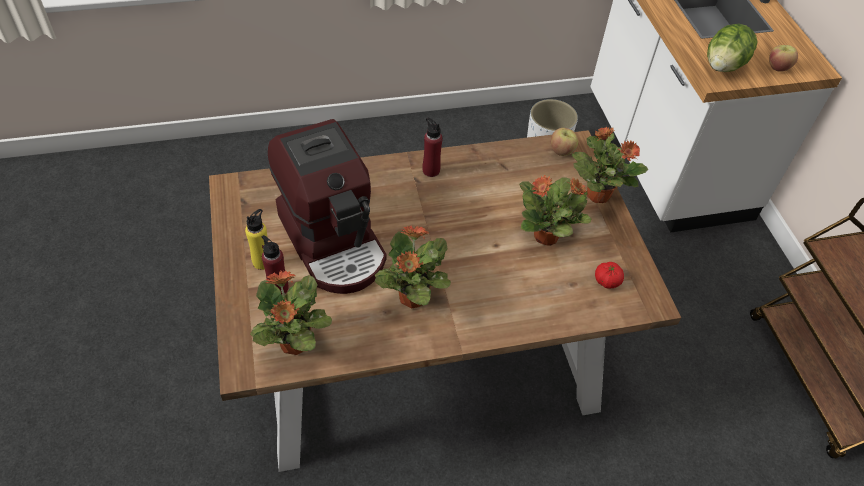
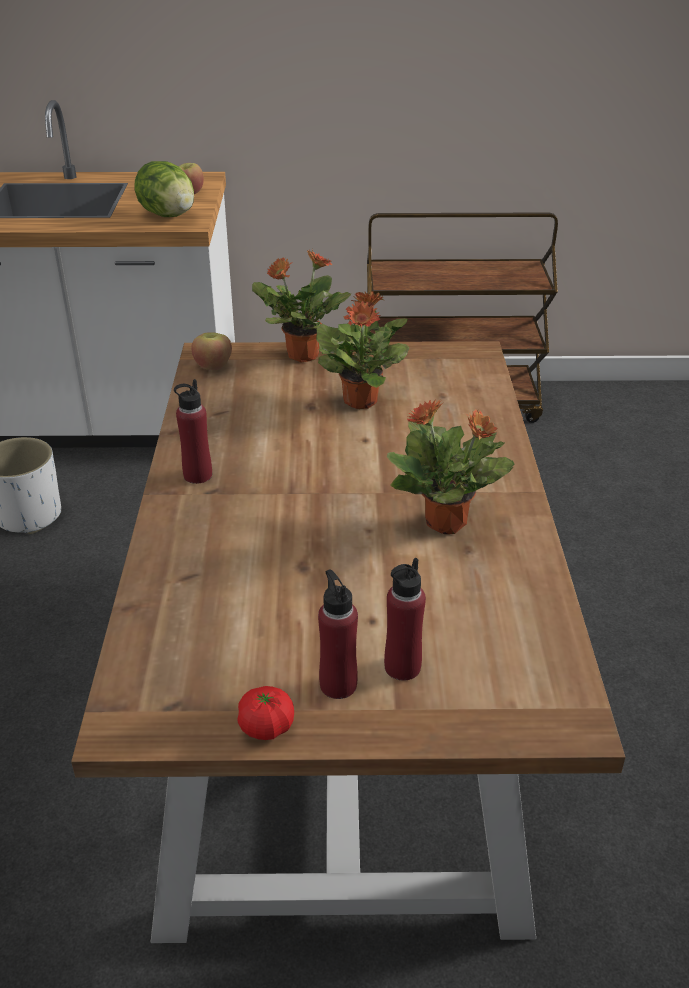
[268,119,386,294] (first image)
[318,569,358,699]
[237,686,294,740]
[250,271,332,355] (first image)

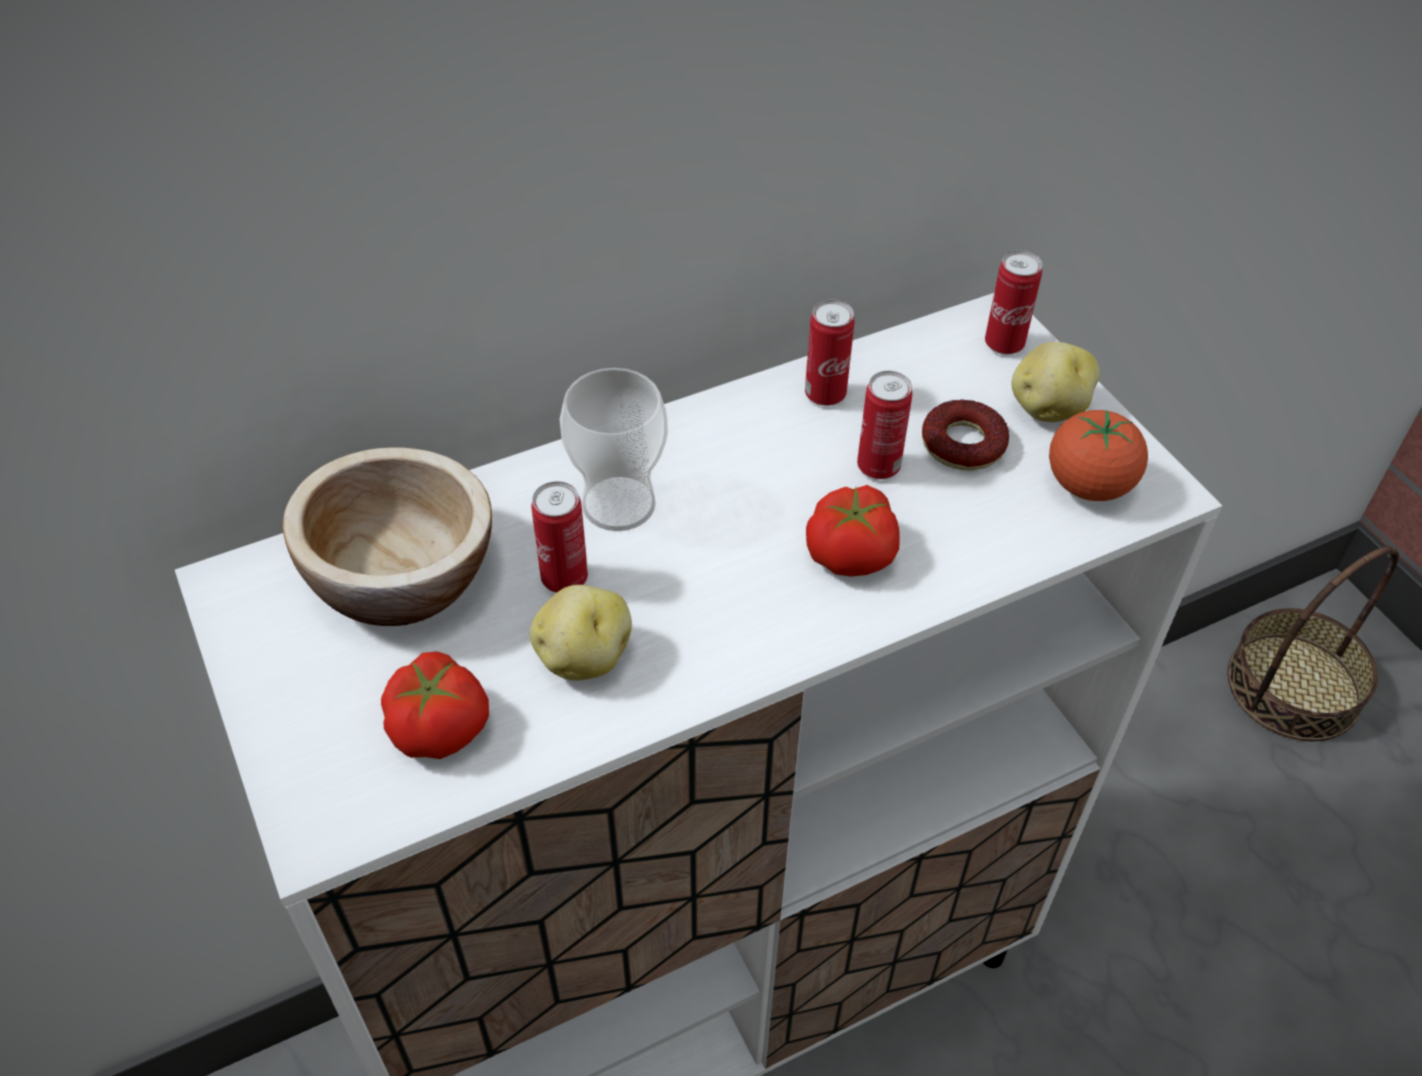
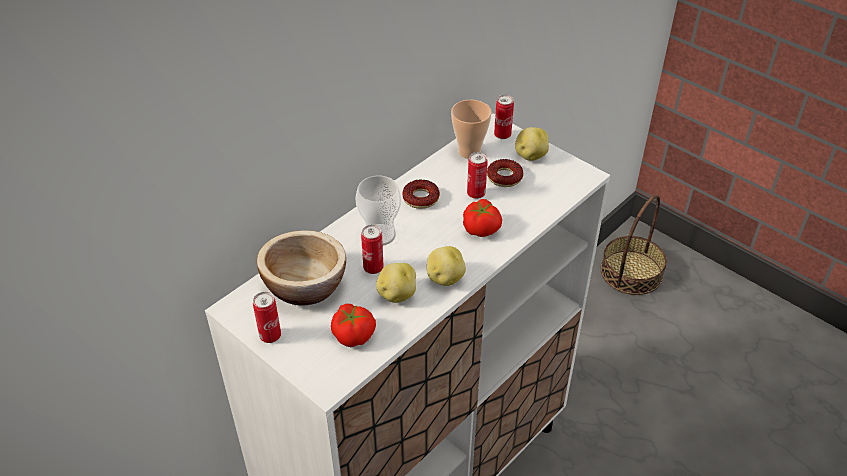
[253,292,281,343]
[1049,410,1148,501] (first image)
[451,100,492,159]
[402,179,440,209]
[427,246,466,286]

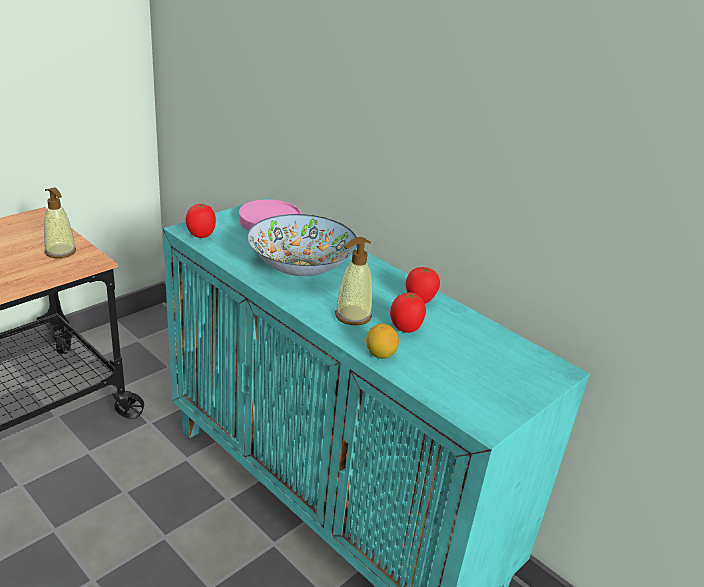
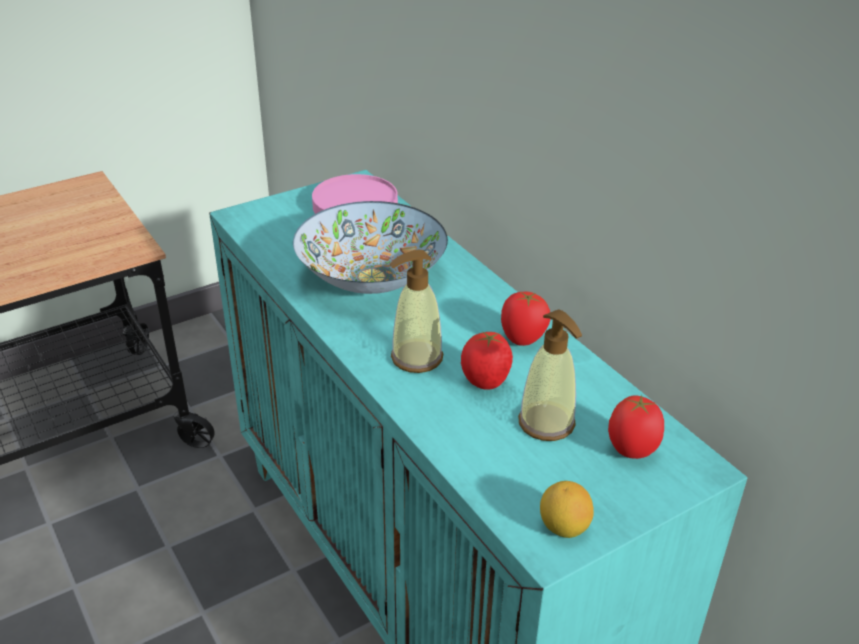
[518,309,582,441]
[608,395,664,459]
[540,481,594,538]

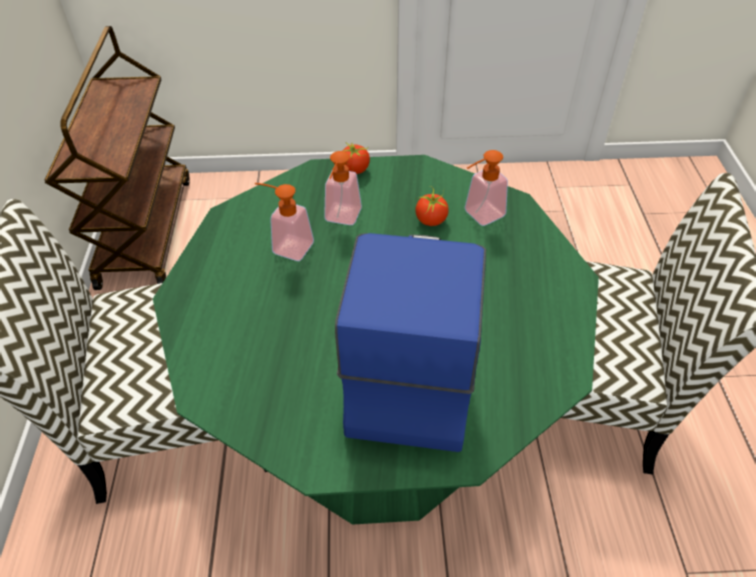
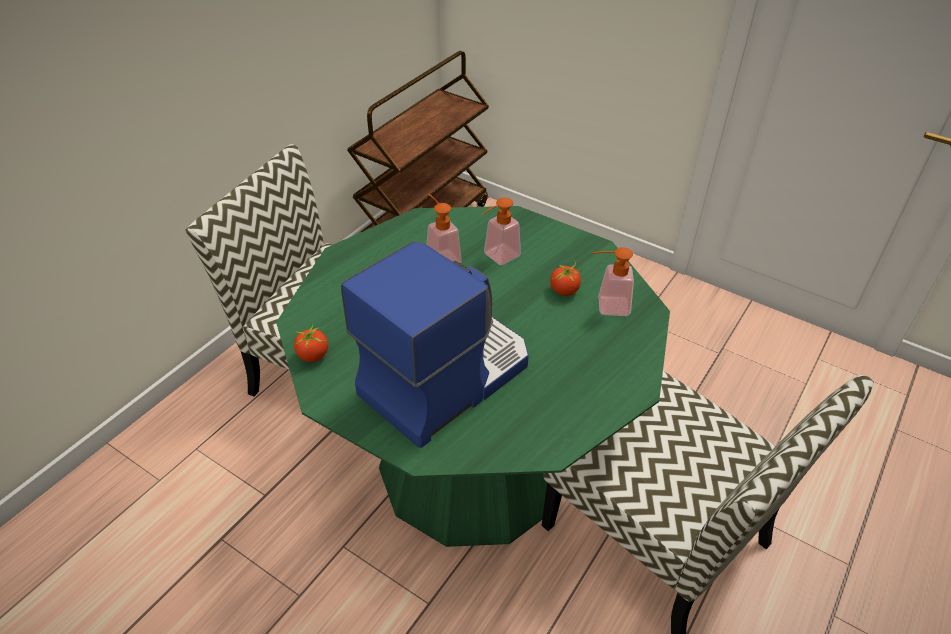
[294,325,328,362]

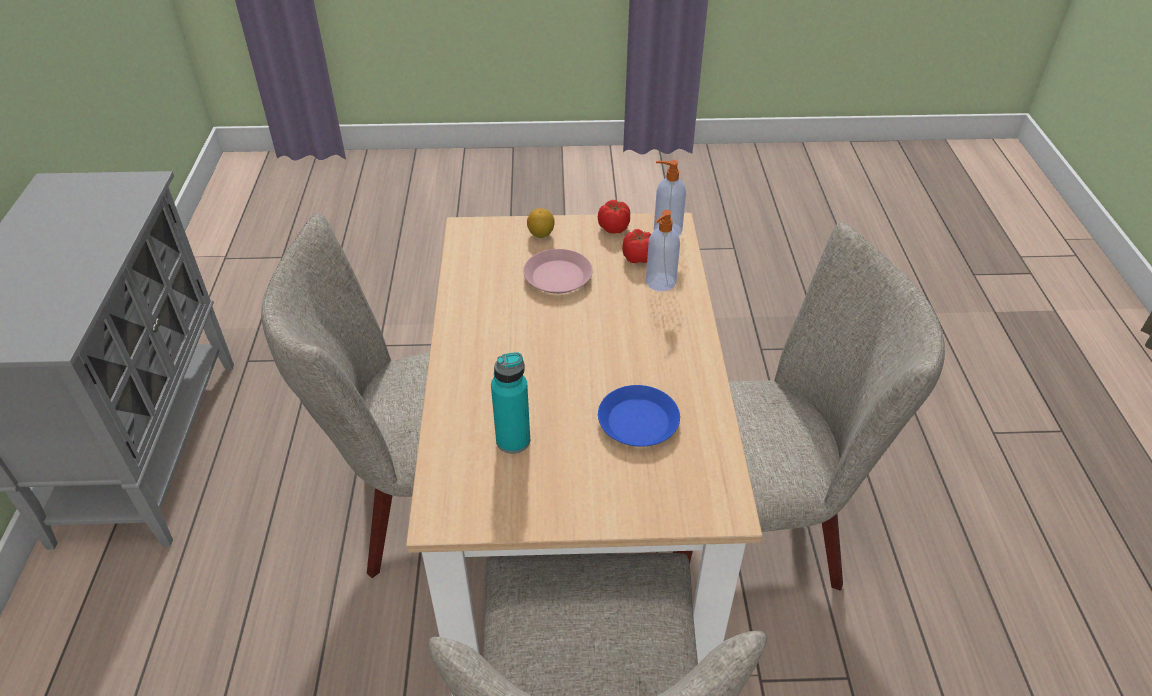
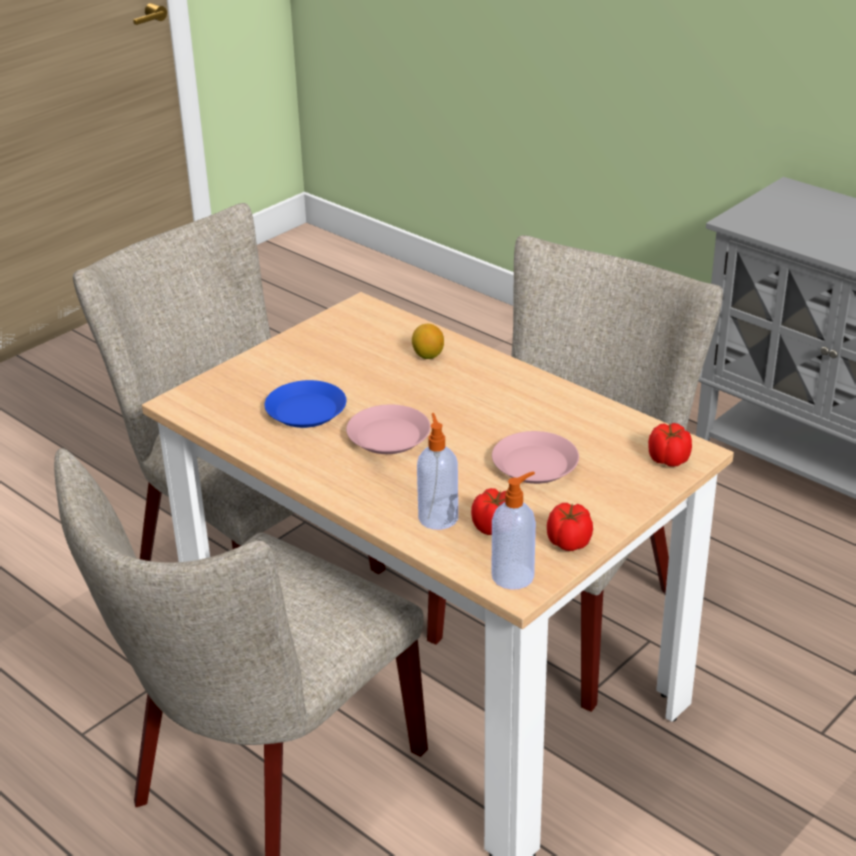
[412,324,444,359]
[491,352,530,454] (first image)
[346,405,431,454]
[648,423,692,467]

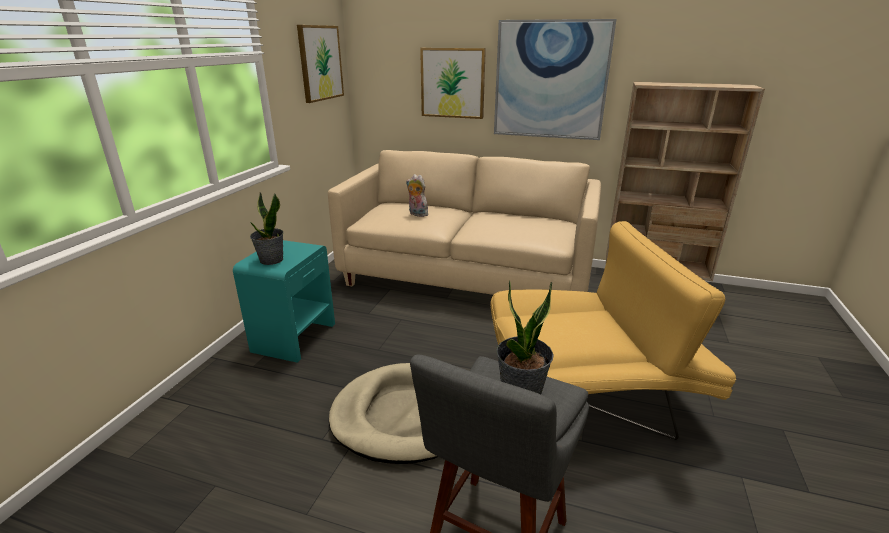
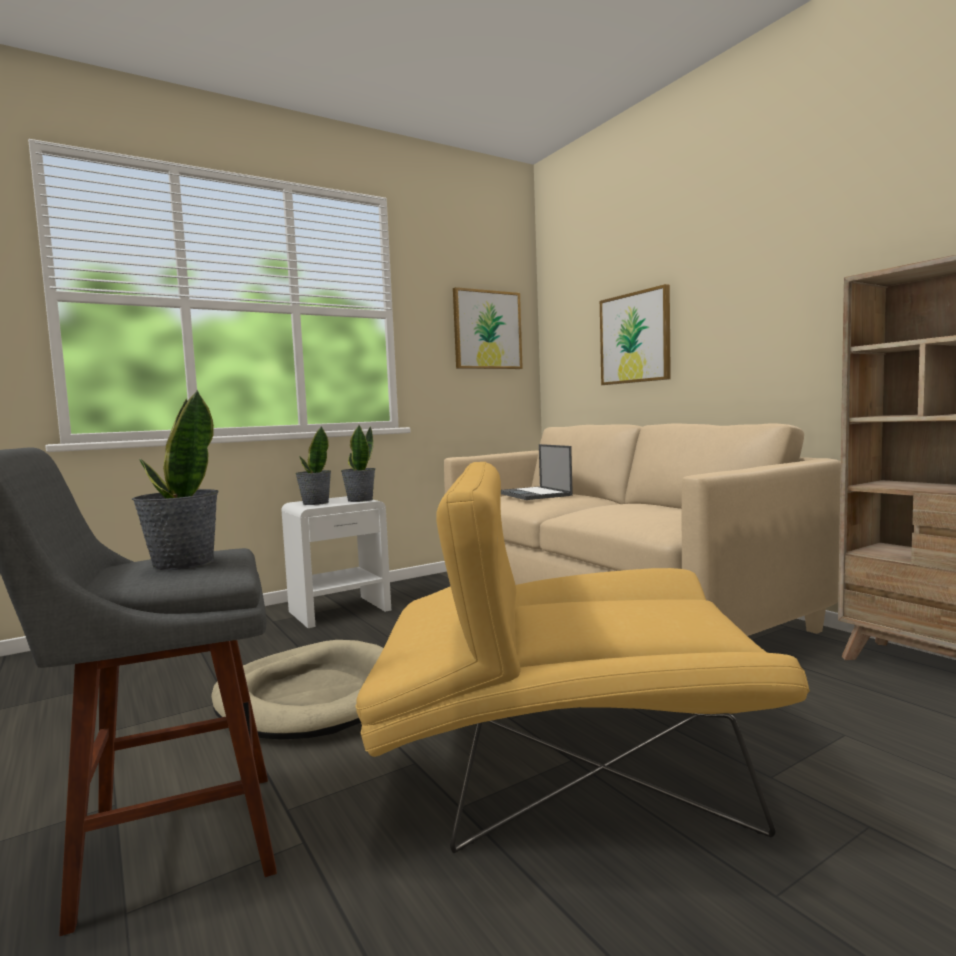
[494,19,616,140] (first image)
[501,444,573,500]
[356,461,810,853]
[281,496,391,628]
[341,425,376,502]

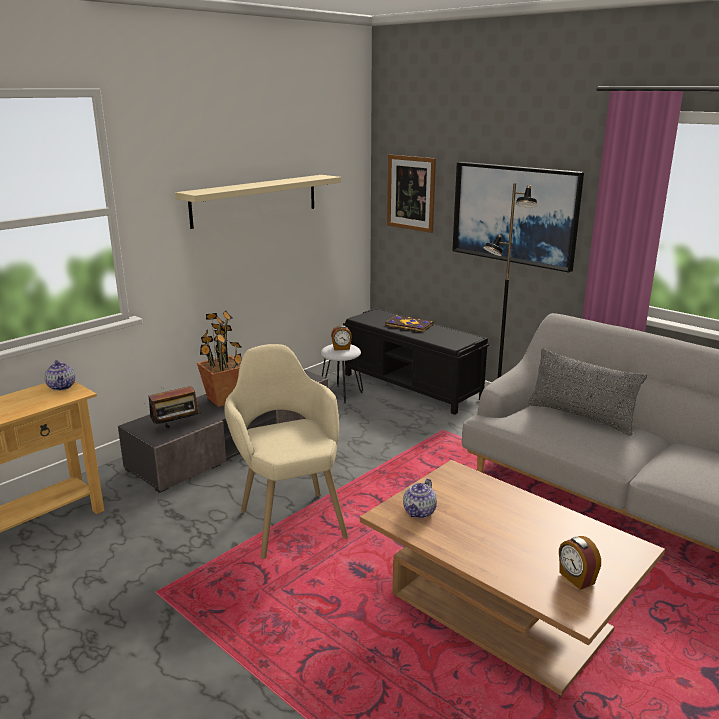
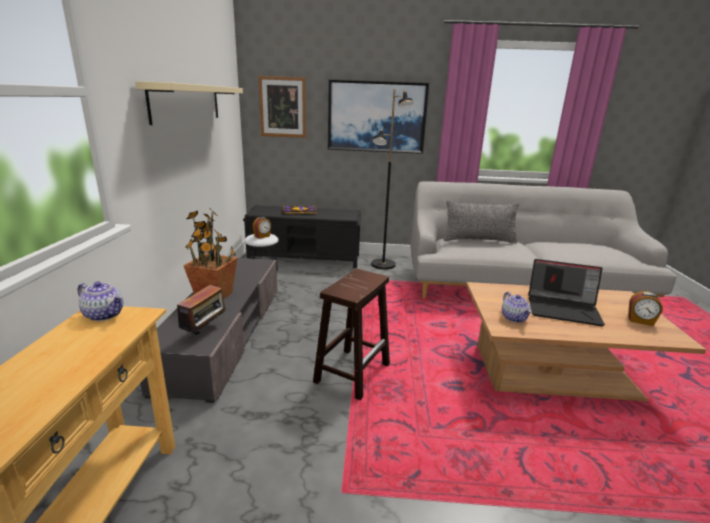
[313,269,390,400]
[528,259,605,326]

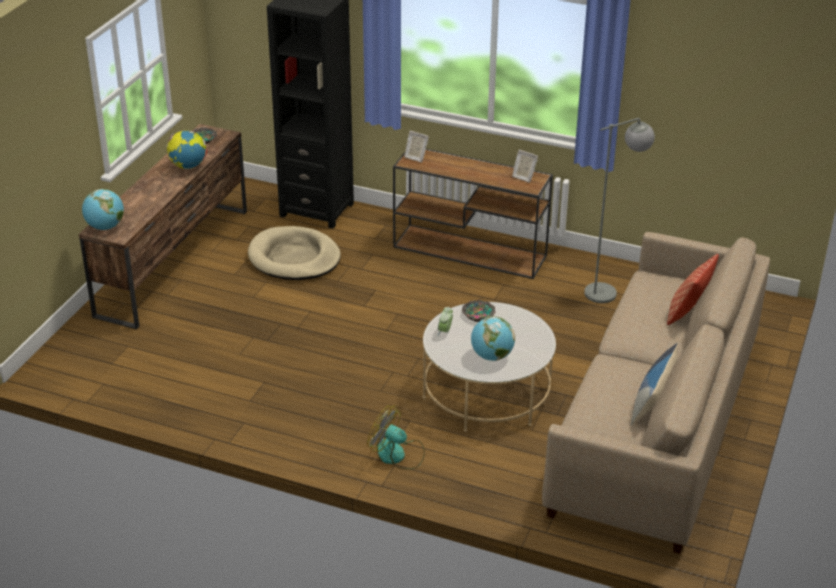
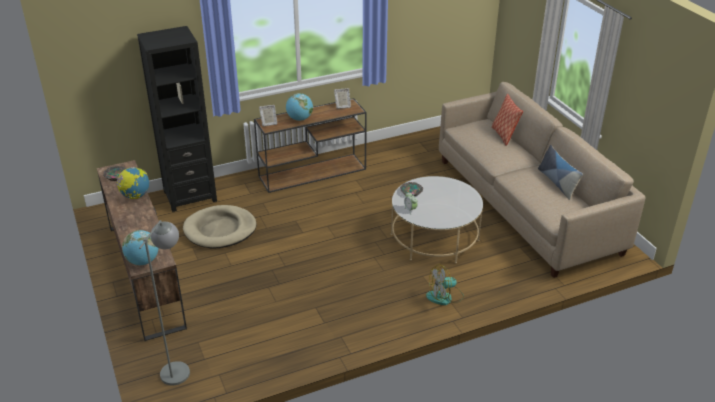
[139,220,190,385]
[286,93,313,121]

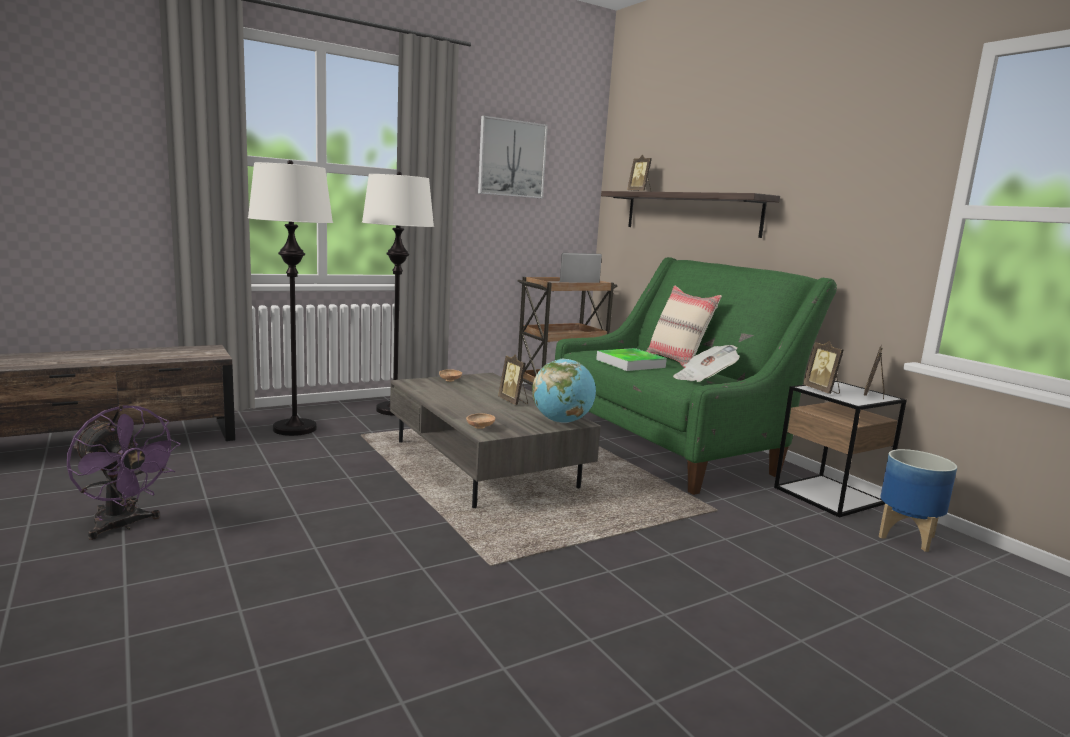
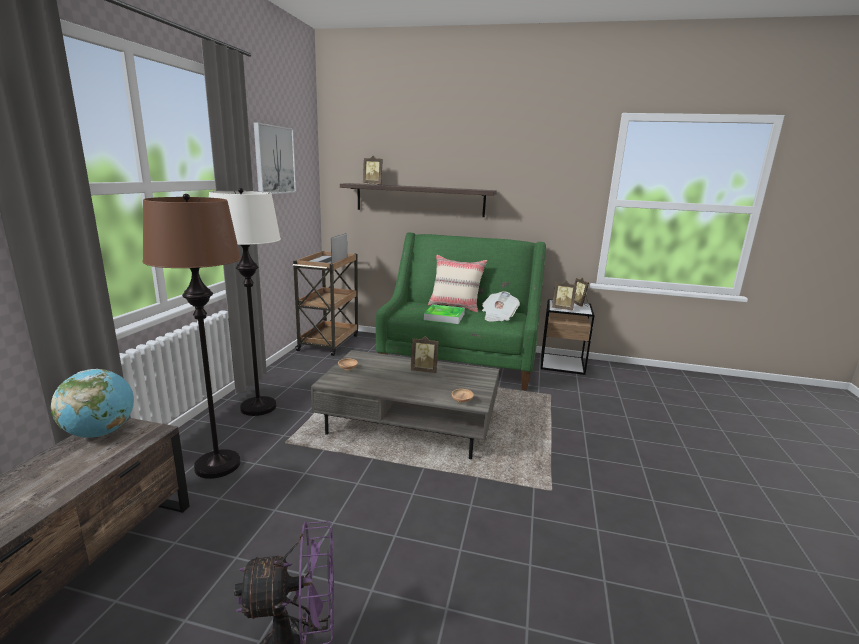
[142,194,241,479]
[51,369,134,438]
[879,449,957,552] (first image)

